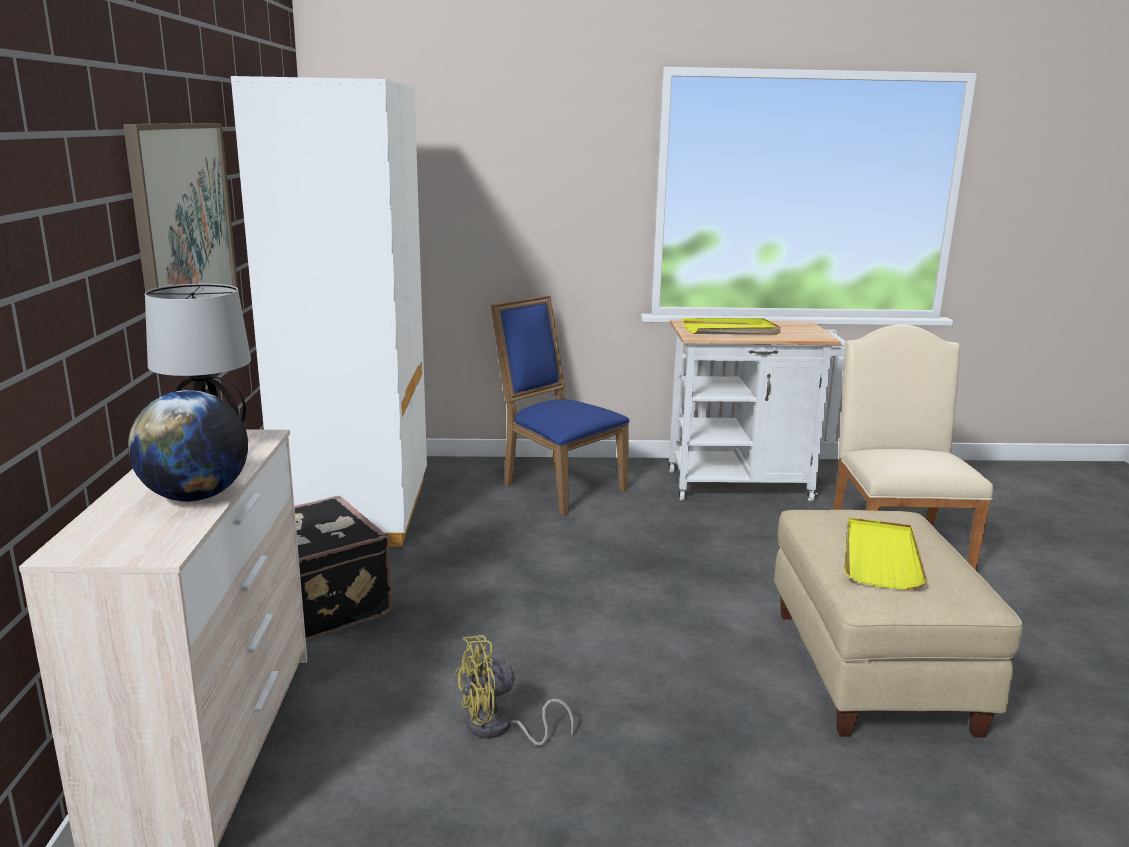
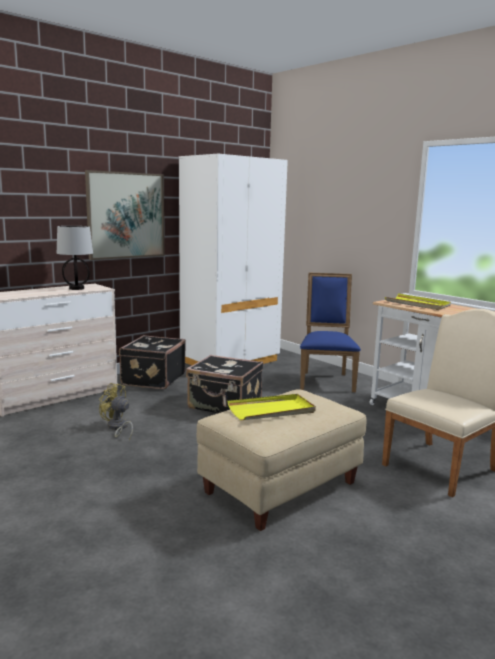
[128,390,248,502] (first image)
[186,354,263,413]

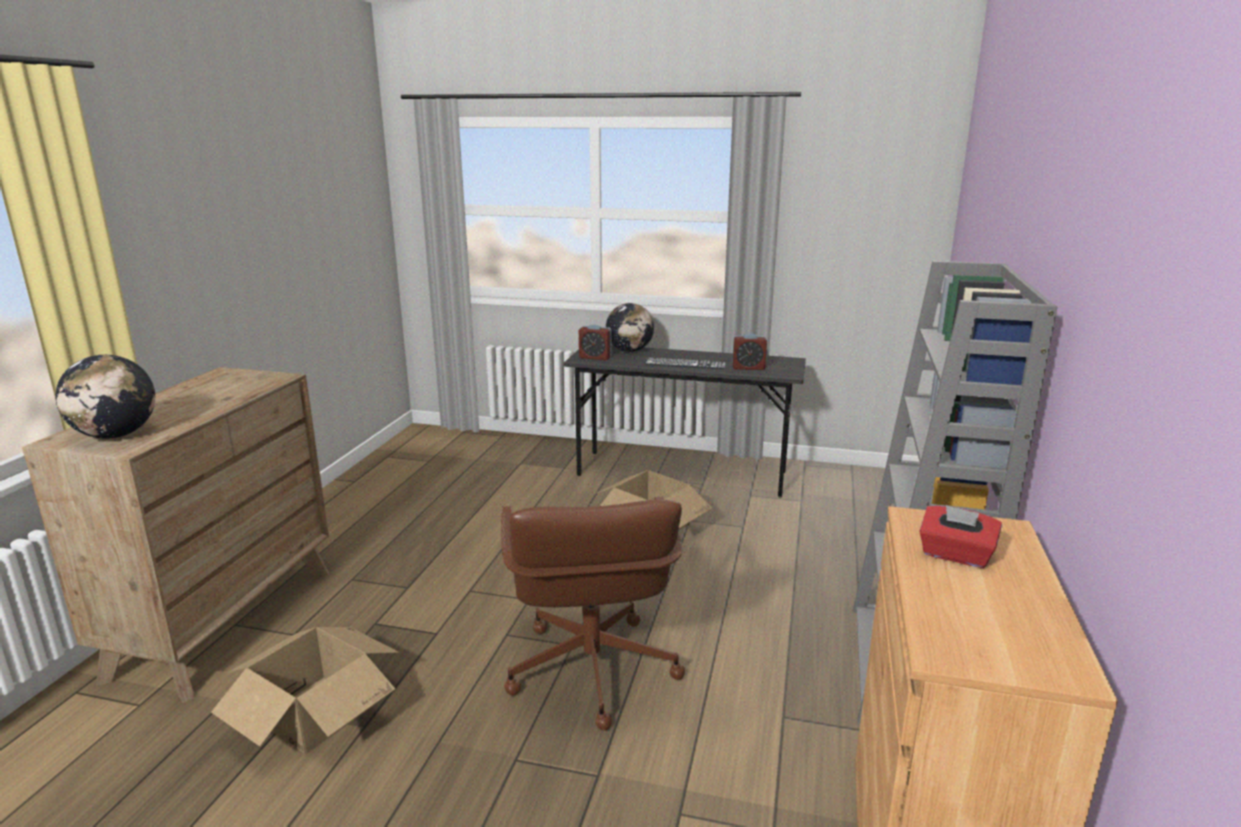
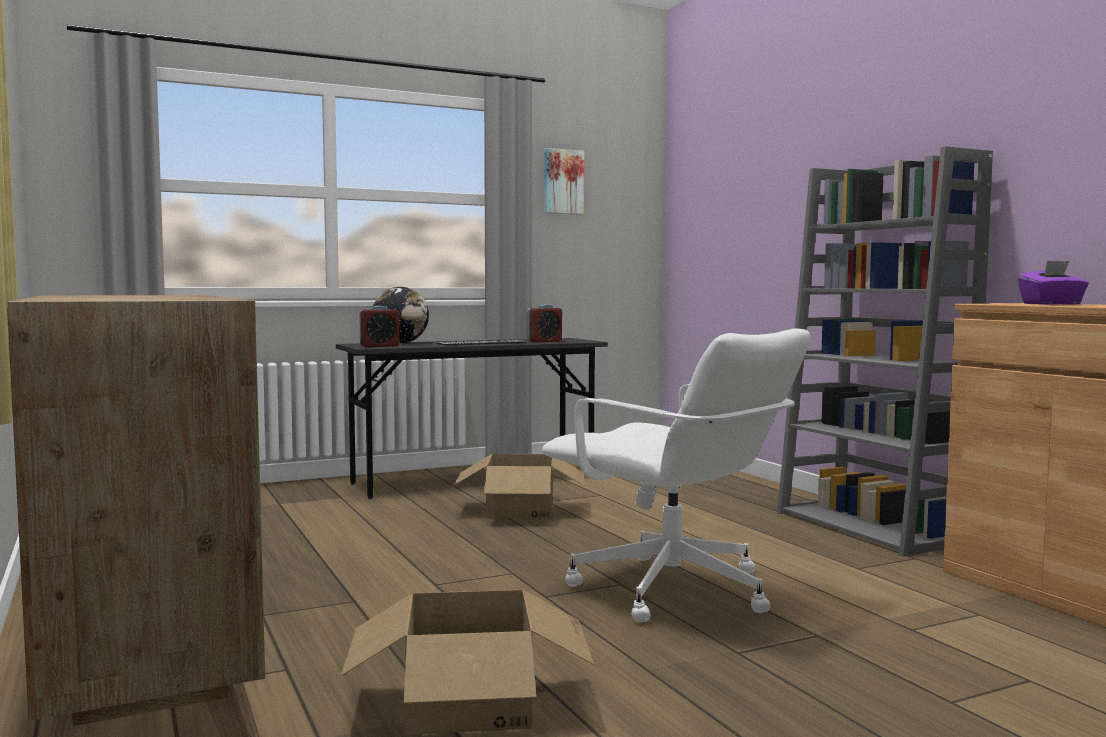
[55,355,155,439] (first image)
[542,328,810,622]
[1018,260,1089,305]
[544,148,584,215]

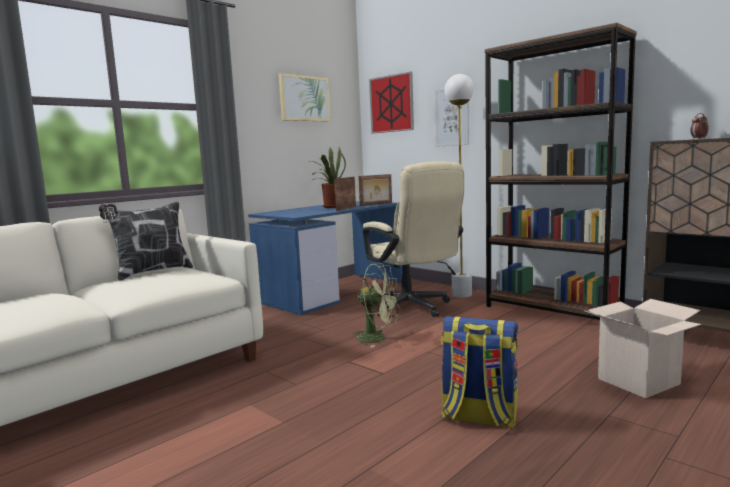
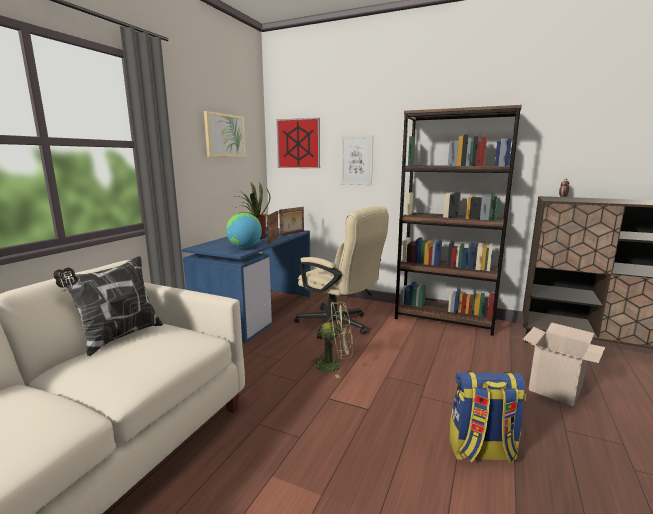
[445,74,474,298] (first image)
[226,213,262,248]

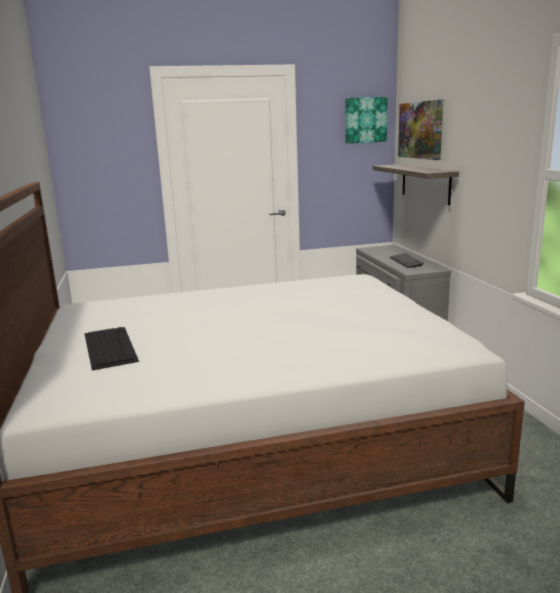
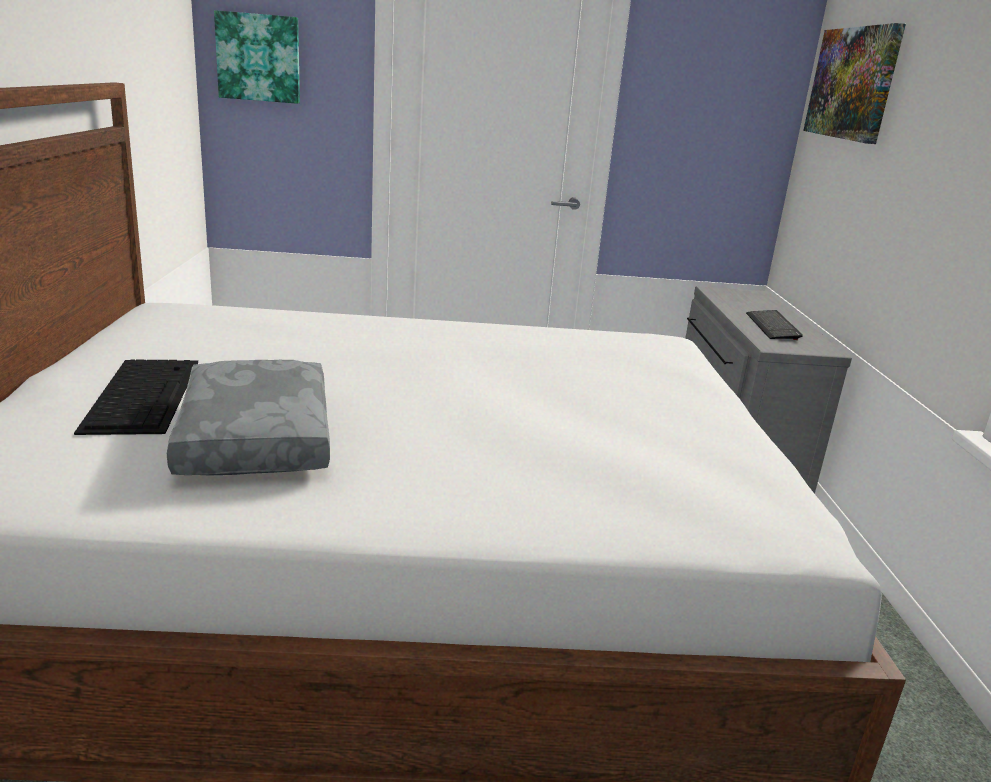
[214,10,300,104]
[373,164,459,206] (first image)
[167,360,330,476]

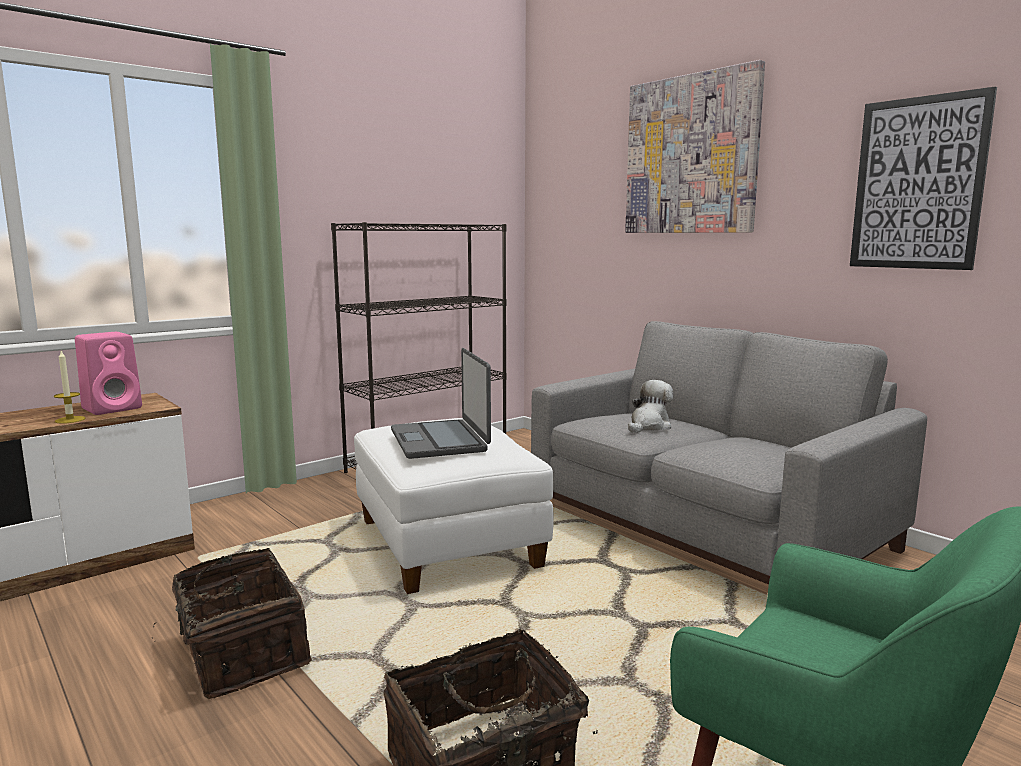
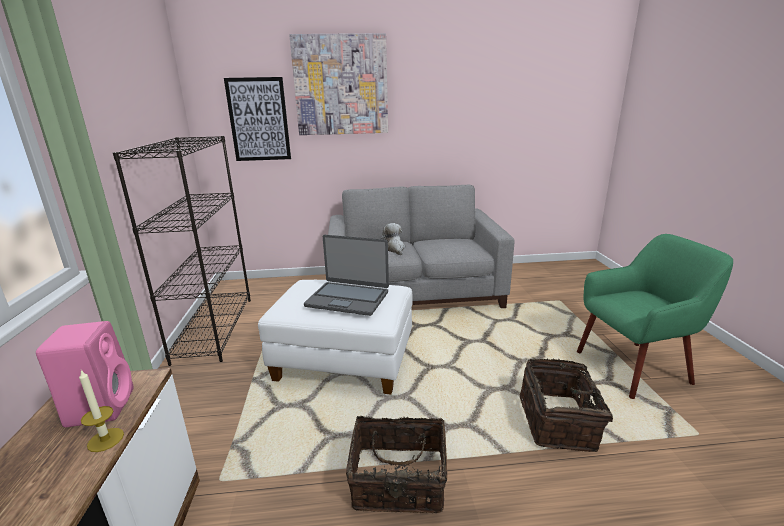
[224,77,291,161]

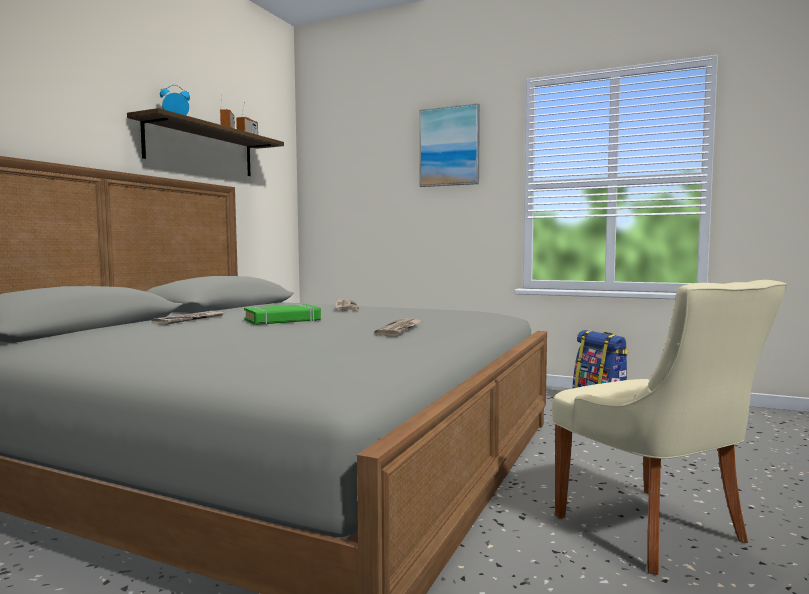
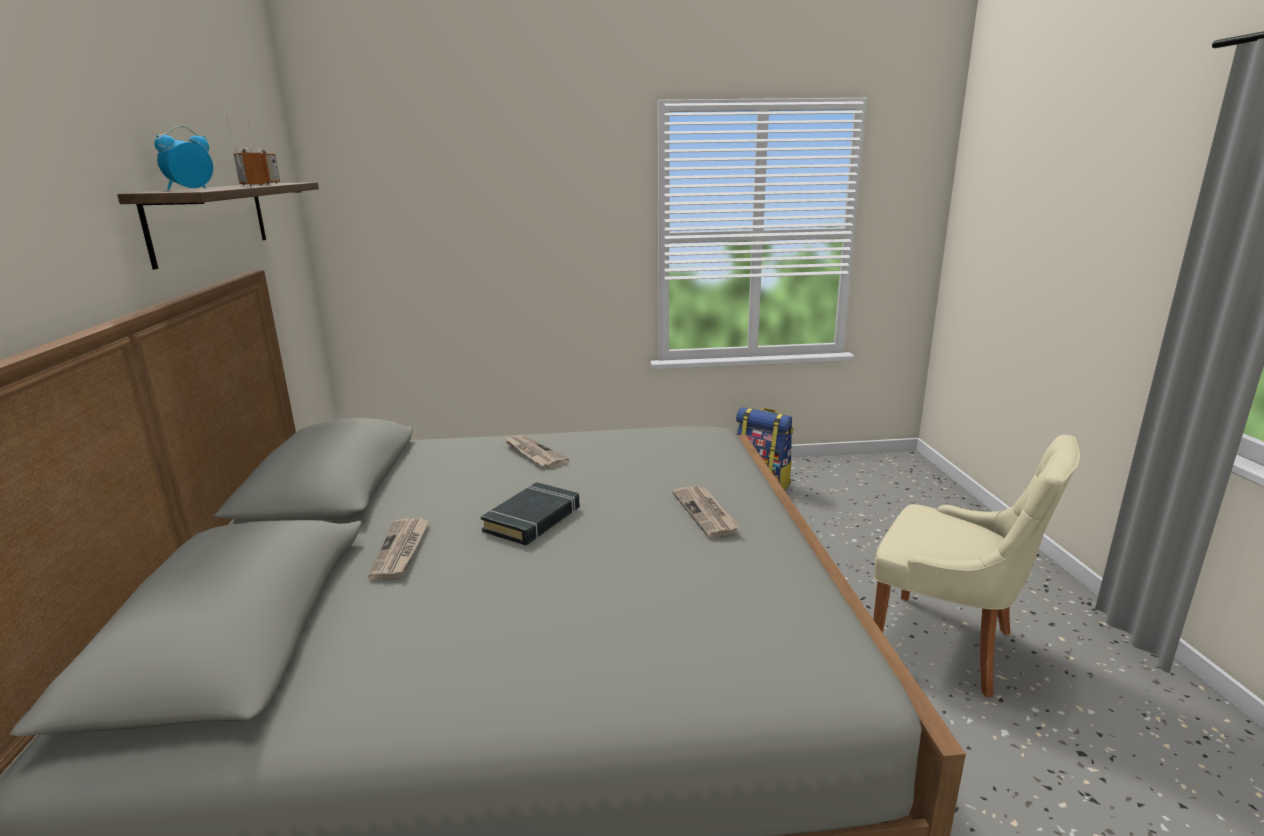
[419,103,480,187] (first image)
[481,482,580,545]

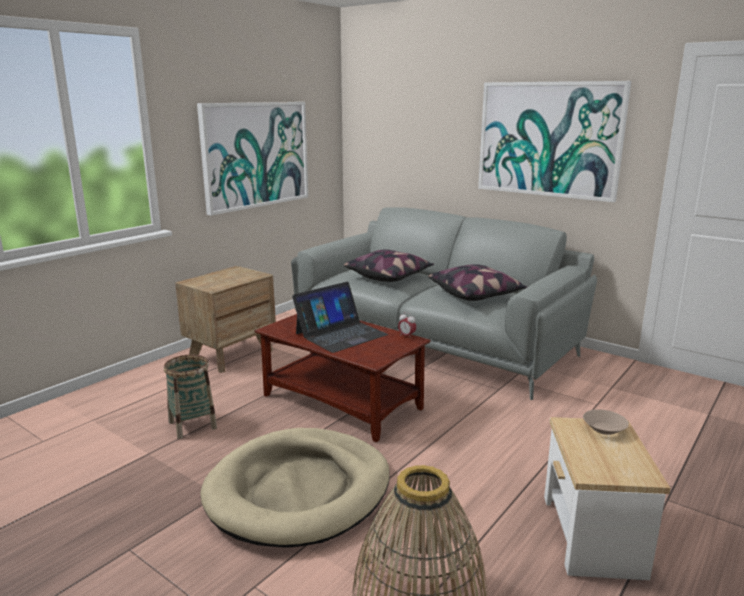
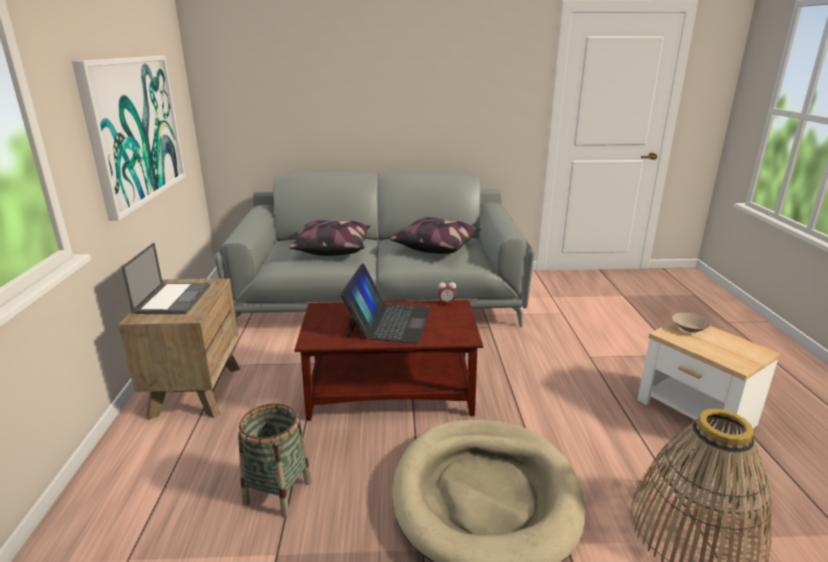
[478,81,631,202] (first image)
[122,242,210,314]

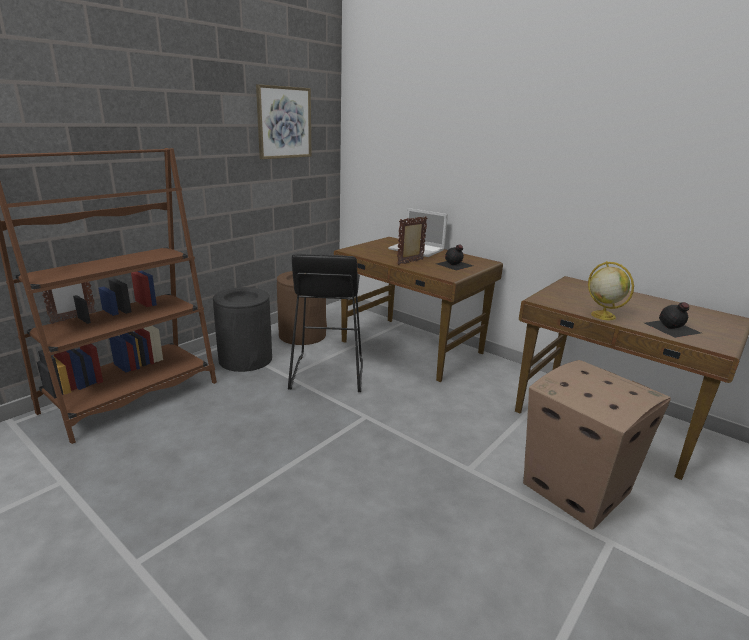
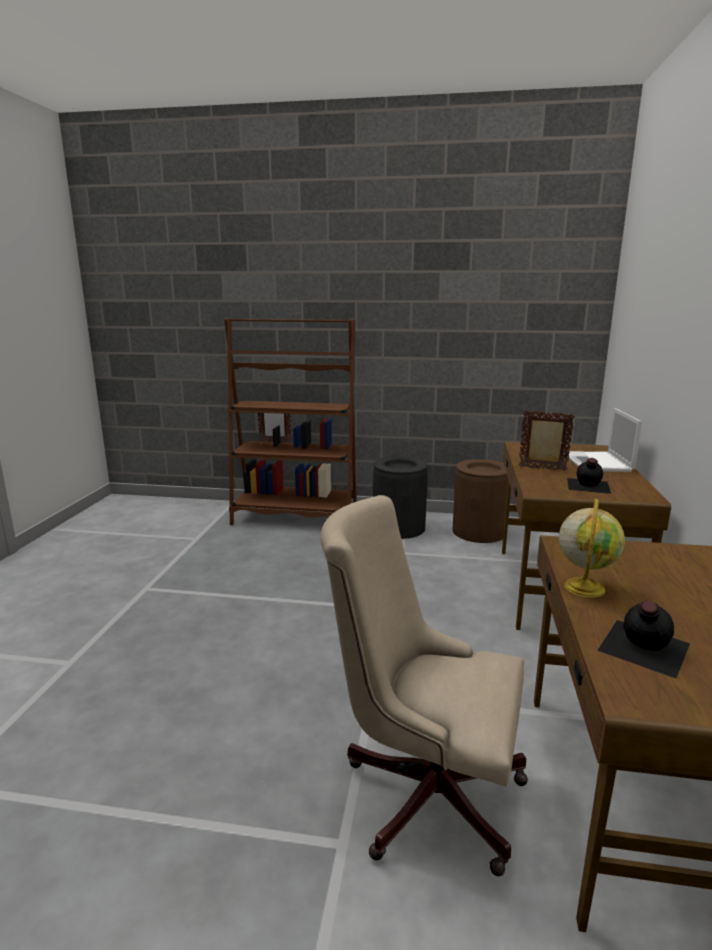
[256,84,311,159] (first image)
[288,254,363,392] (first image)
[320,495,528,876]

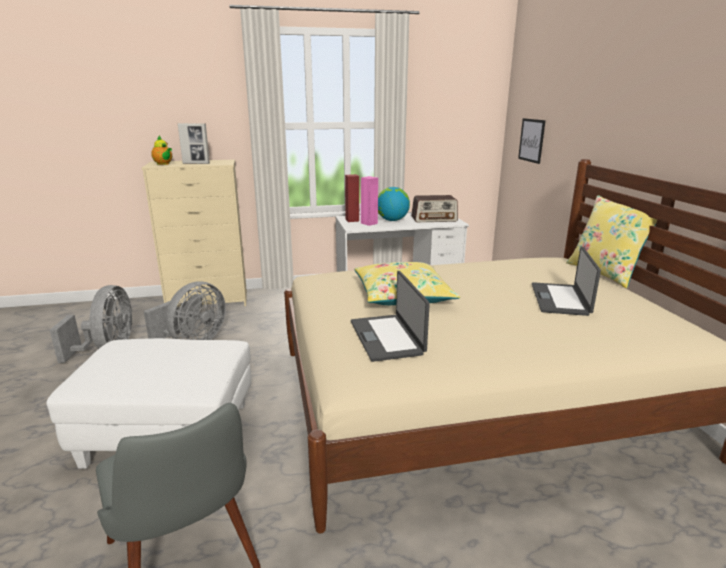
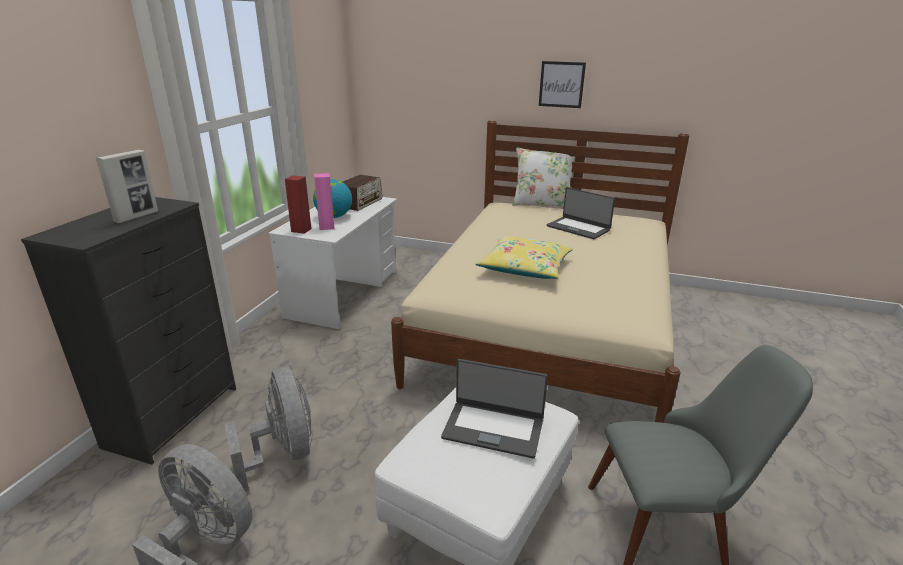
[539,61,586,108]
[151,135,172,165] (first image)
[21,197,236,465]
[512,147,574,207]
[441,359,548,458]

